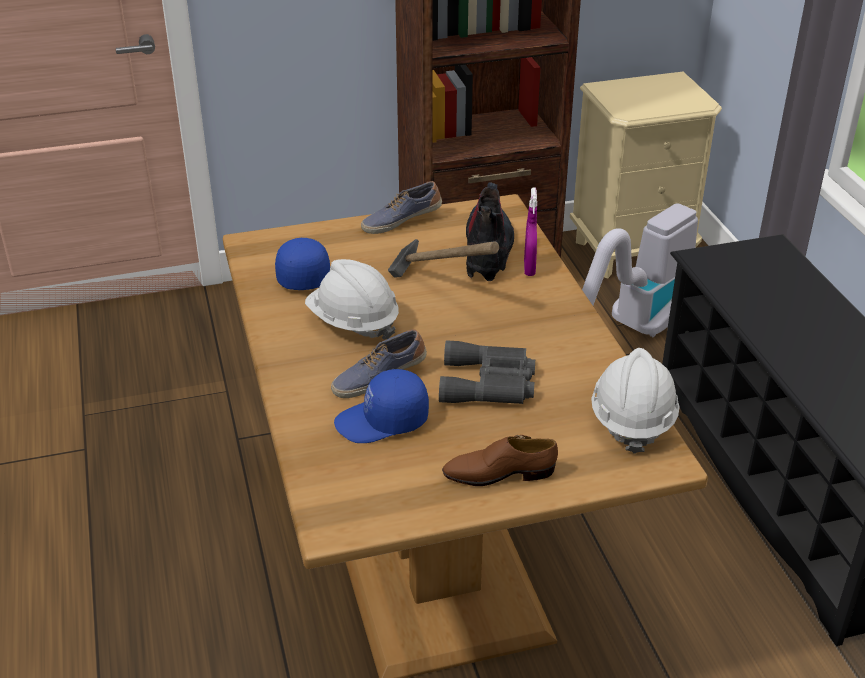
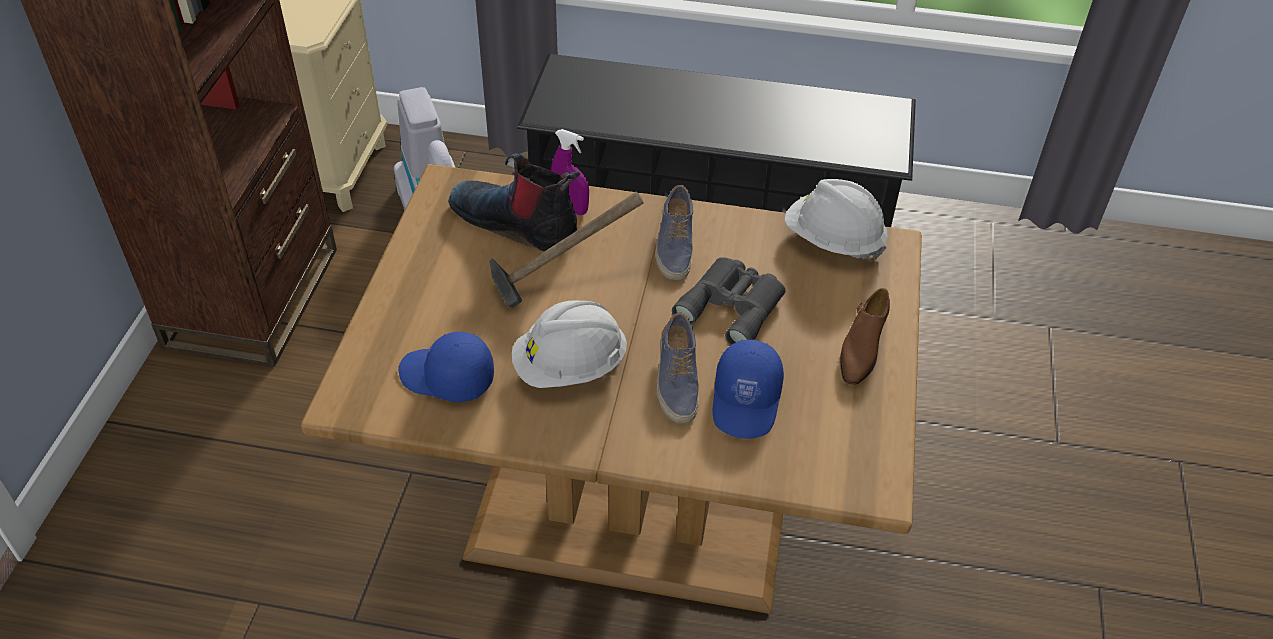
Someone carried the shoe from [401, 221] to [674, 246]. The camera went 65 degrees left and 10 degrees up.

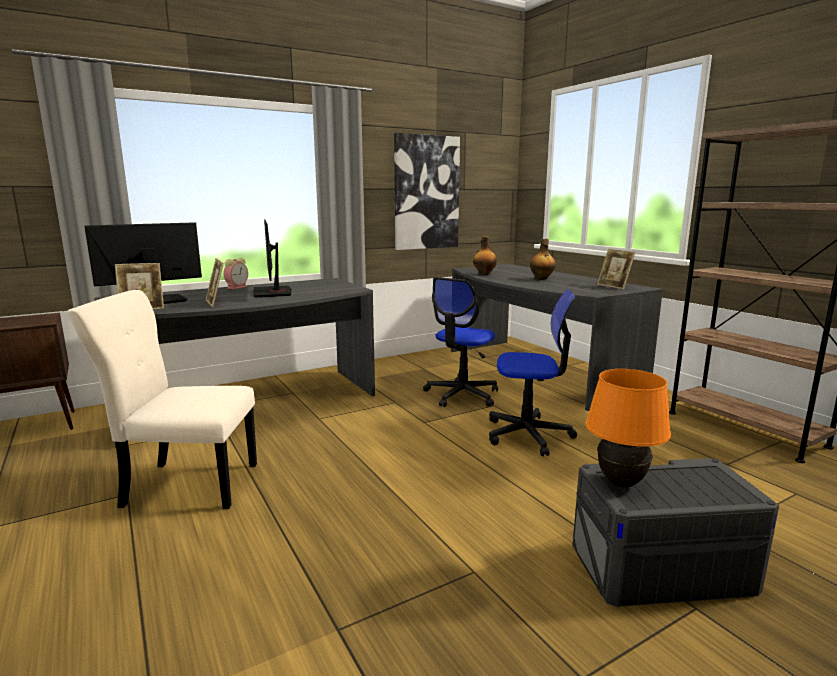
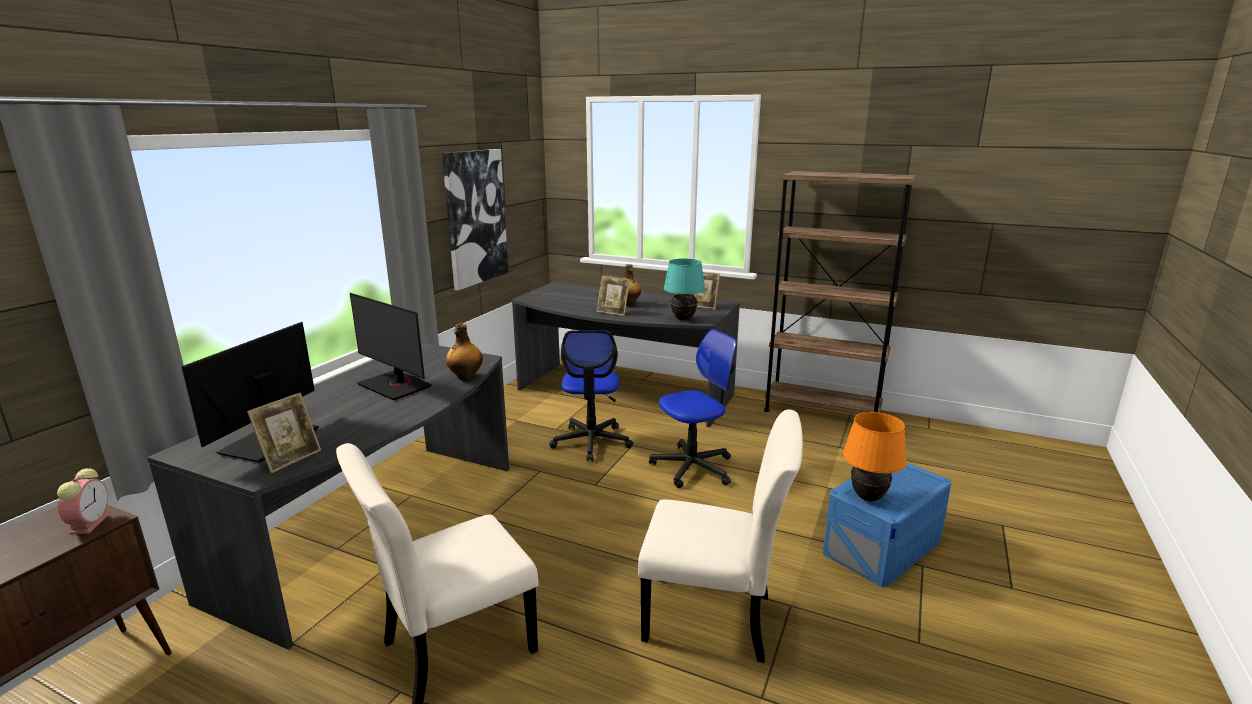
Someone carried the picture frame from [216, 303] to [613, 312]. Someone carried the alarm clock from [237, 287] to [90, 523]. Someone carried the bottle from [484, 274] to [465, 377]. Someone repainted the grey storage box at [661, 567], which became the blue storage box at [882, 546]. Someone put down the beige chair at [714, 619]. Someone put down the turquoise table lamp at [683, 319]. The camera went 35 degrees left and 5 degrees up.

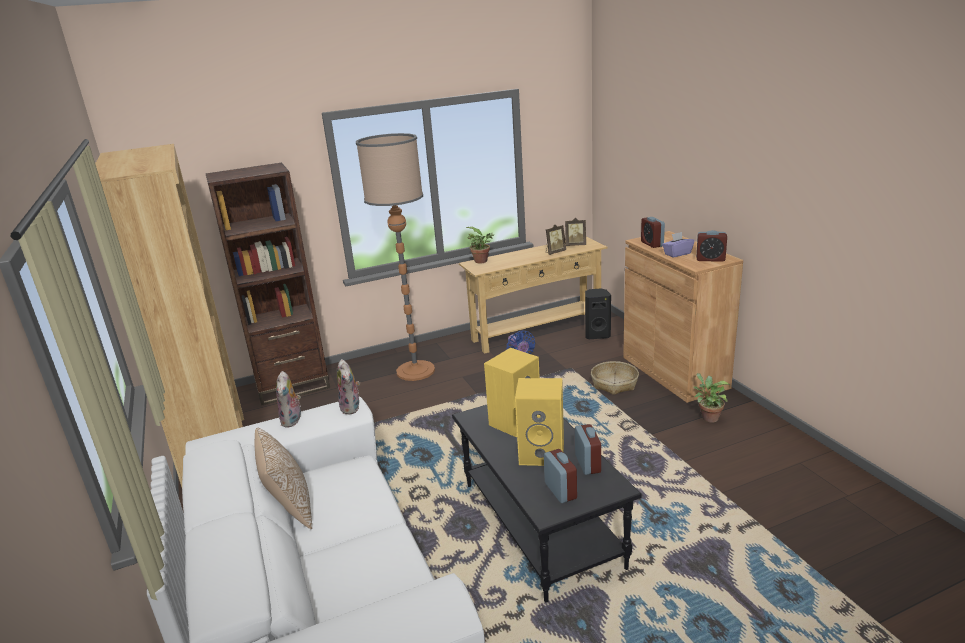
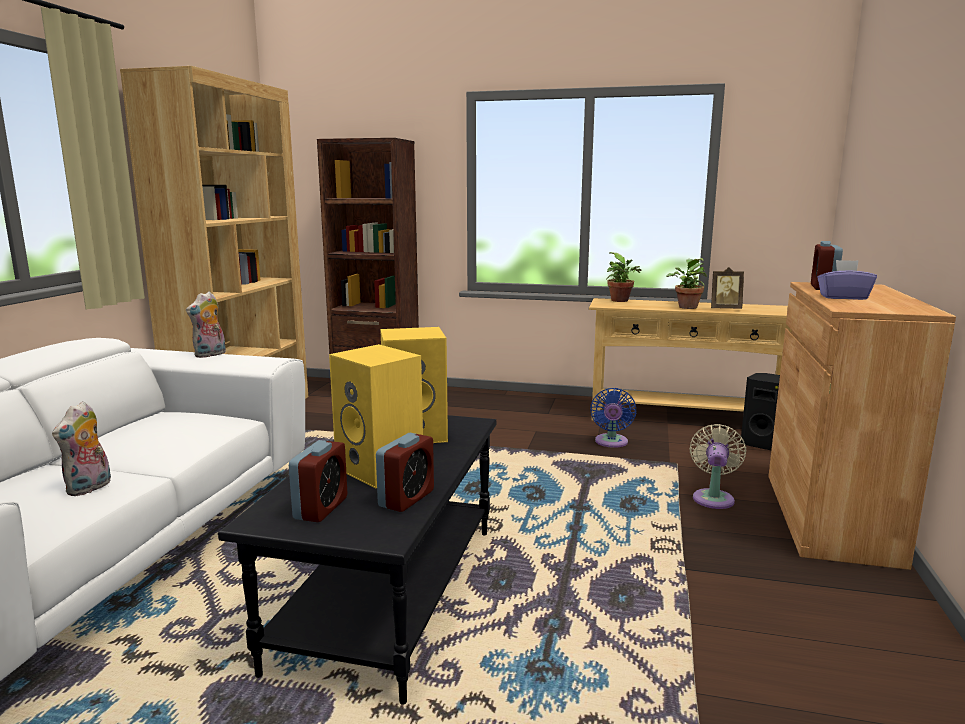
Someone took away the pillow at [290, 508]. Someone carried the plush toy from [352, 408] to [89, 488]. Someone took away the floor lamp at [416, 371]. Someone took away the picture frame at [575, 245]. Someone swapped the basket at [614, 384] for the beige fan at [713, 497]. Someone carried the potted plant from [708, 417] to [686, 307]. Someone took away the alarm clock at [710, 259]. The camera went 35 degrees right and 10 degrees down.

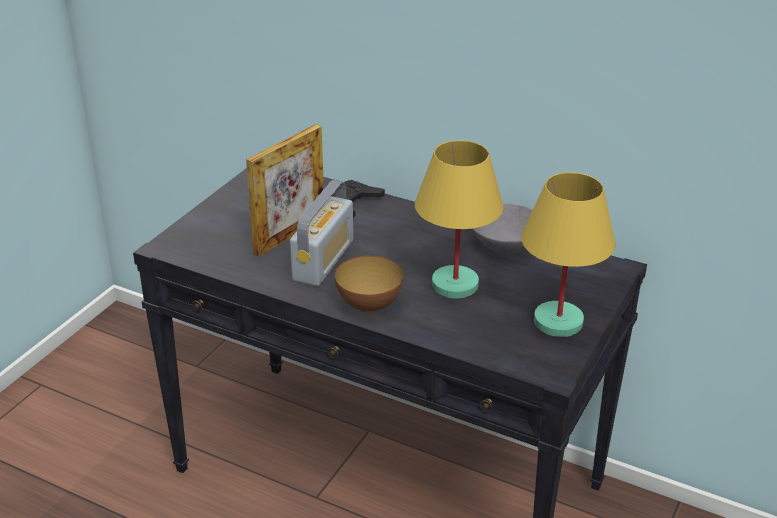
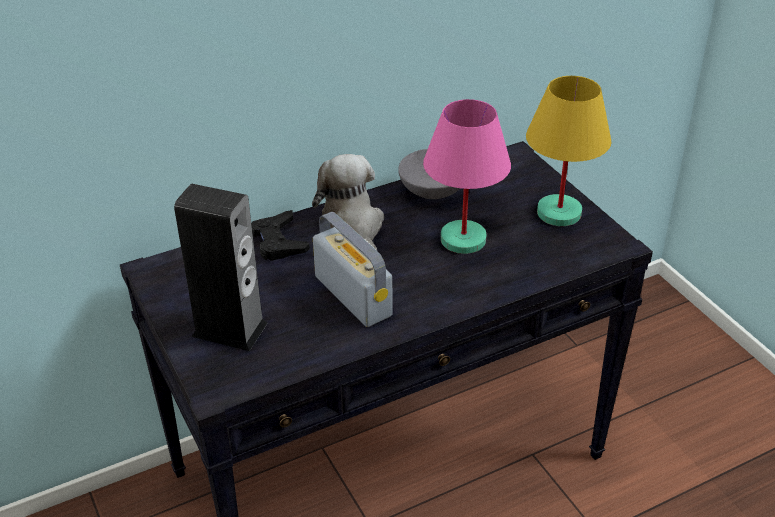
Someone took away the picture frame at [290, 235]. Someone took away the bowl at [369, 305]. Someone repainted the yellow table lamp at [453, 284], which became the pink table lamp at [462, 240]. Someone put down the speaker at [229, 329]. Someone put down the plush toy at [353, 227]. The camera went 55 degrees left and 5 degrees up.

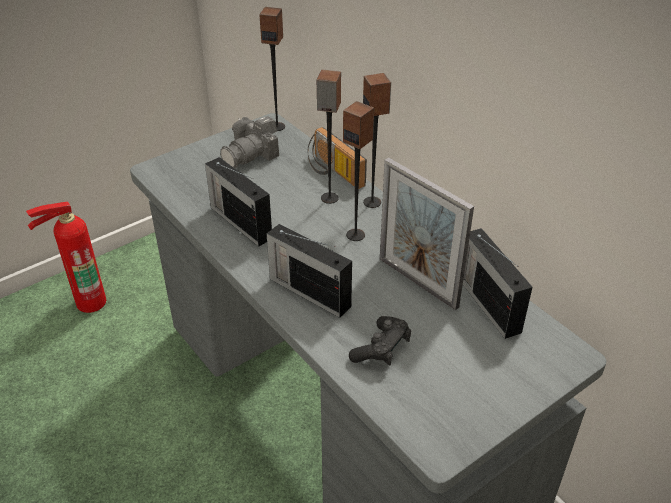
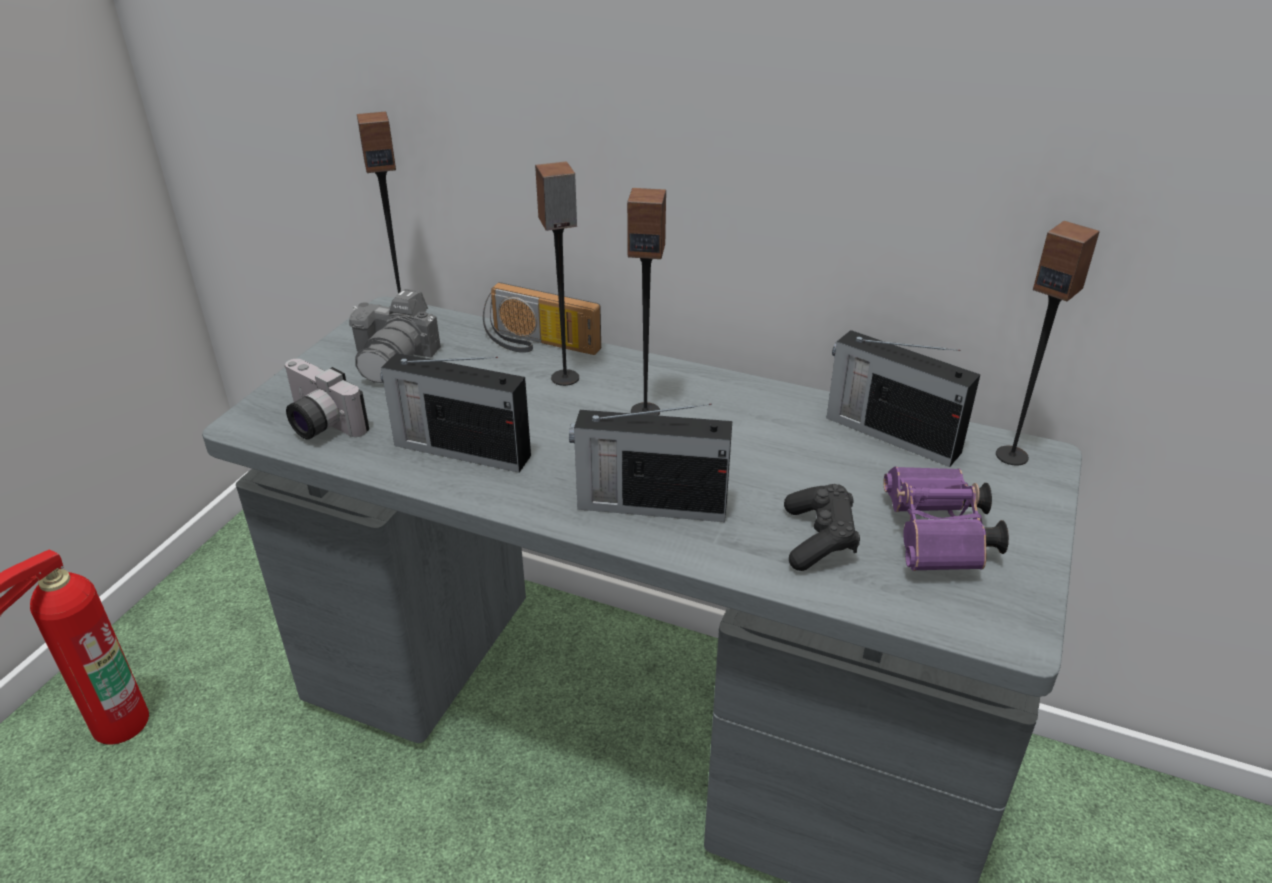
Someone carried the speaker from [372, 202] to [1012, 455]. Someone took away the picture frame at [417, 282]. Someone put down the photo camera at [318, 424]. Someone put down the purple binoculars at [937, 540]. The camera went 30 degrees left and 5 degrees down.

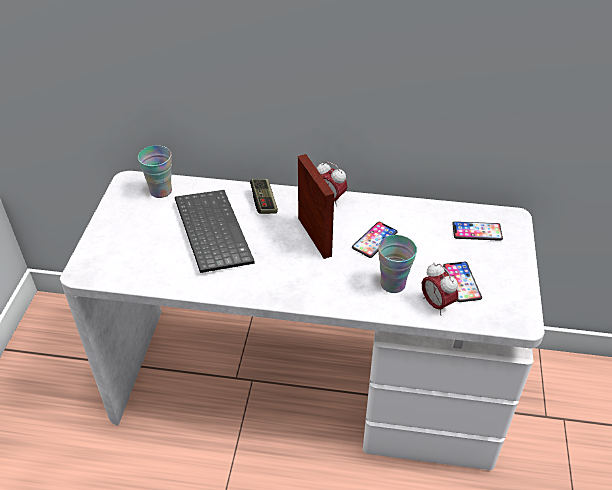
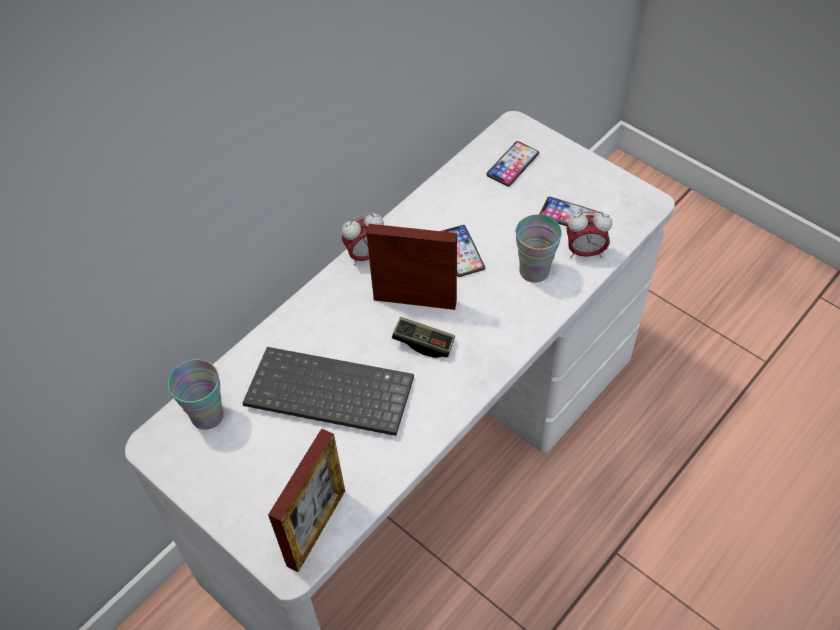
Someone carried the game controller from [264, 202] to [424, 343]. Someone put down the picture frame at [316, 528]. The camera went 55 degrees left and 10 degrees up.

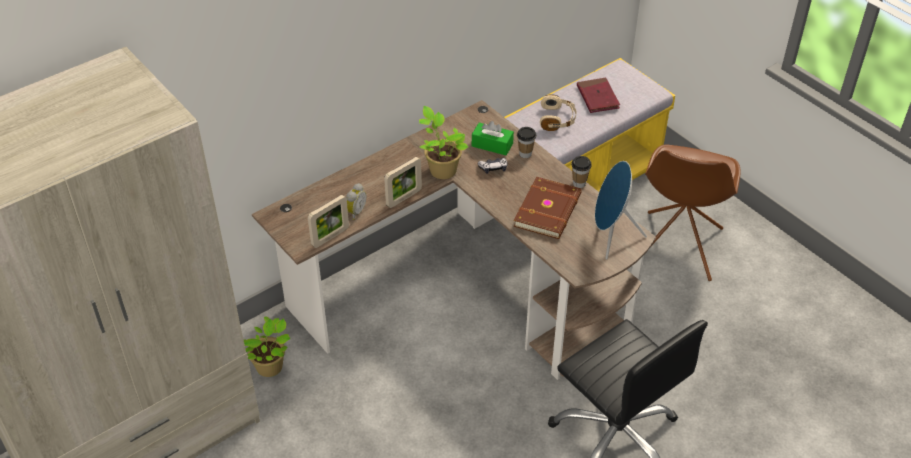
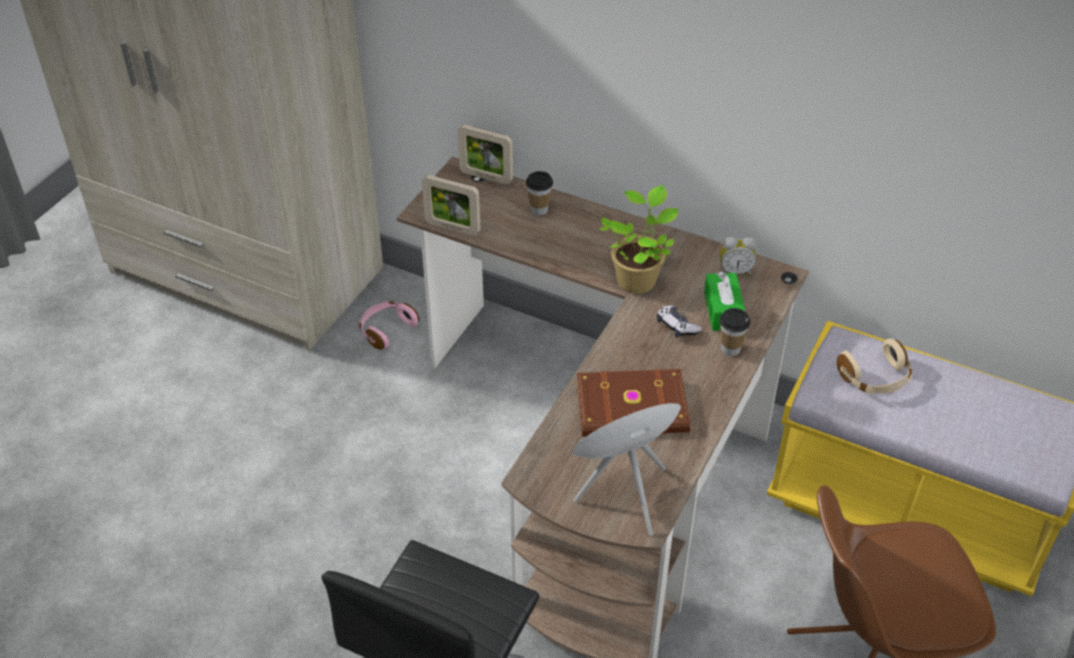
Someone swapped the potted plant at [271, 367] for the pink headphones at [386, 329]. Someone carried the alarm clock from [355, 212] to [735, 271]. Someone carried the picture frame from [404, 198] to [486, 177]. Someone carried the cup from [579, 183] to [539, 210]. Someone took away the red book at [597, 97]. The camera went 65 degrees right and 0 degrees up.

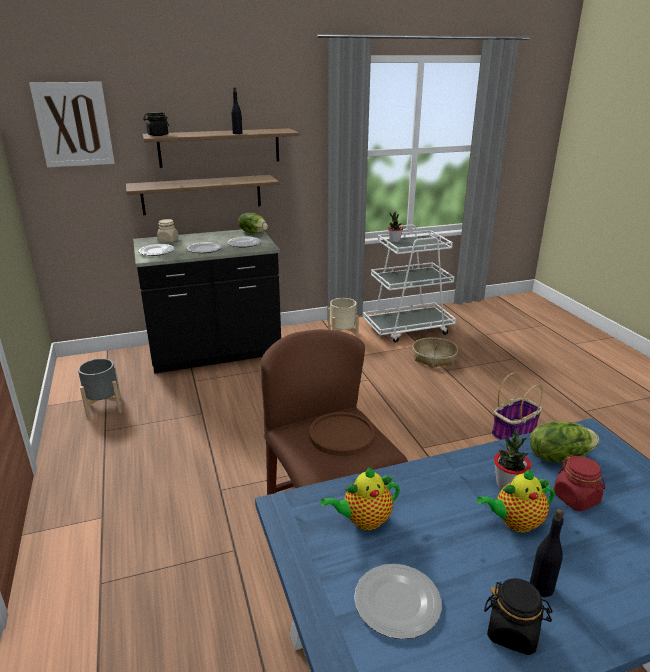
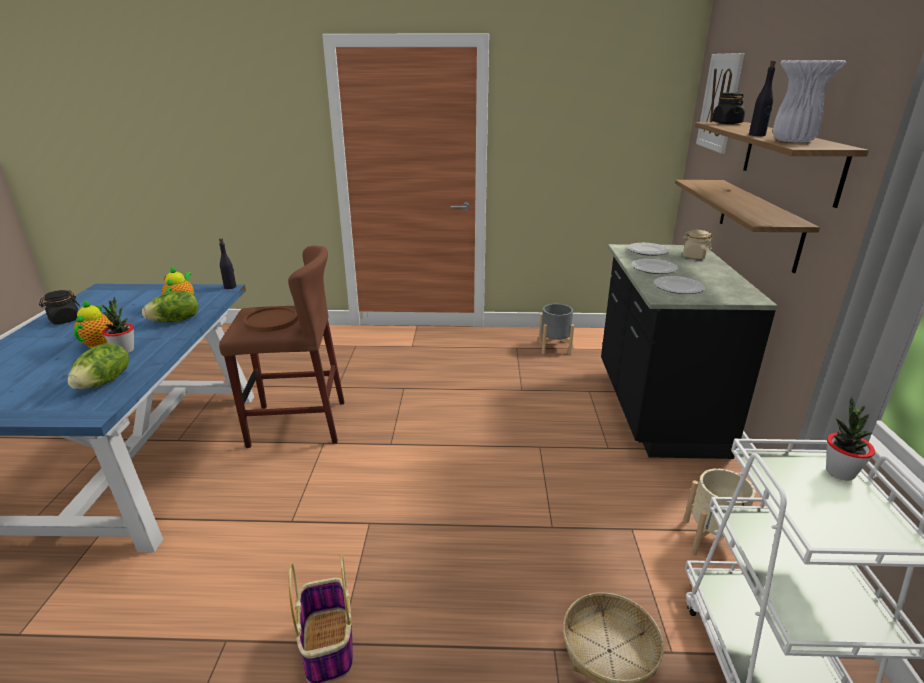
Someone carried the lettuce from [253, 232] to [176, 321]. Someone took away the plate at [398, 603]. Someone carried the black bottle from [541, 587] to [230, 287]. Someone took away the red jar at [576, 498]. Someone put down the white vase at [792, 141]. The camera went 110 degrees right and 0 degrees up.

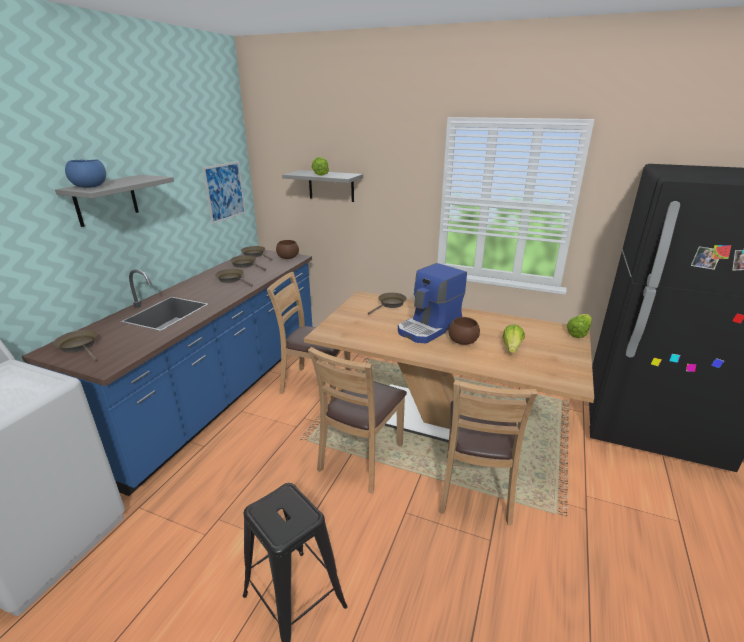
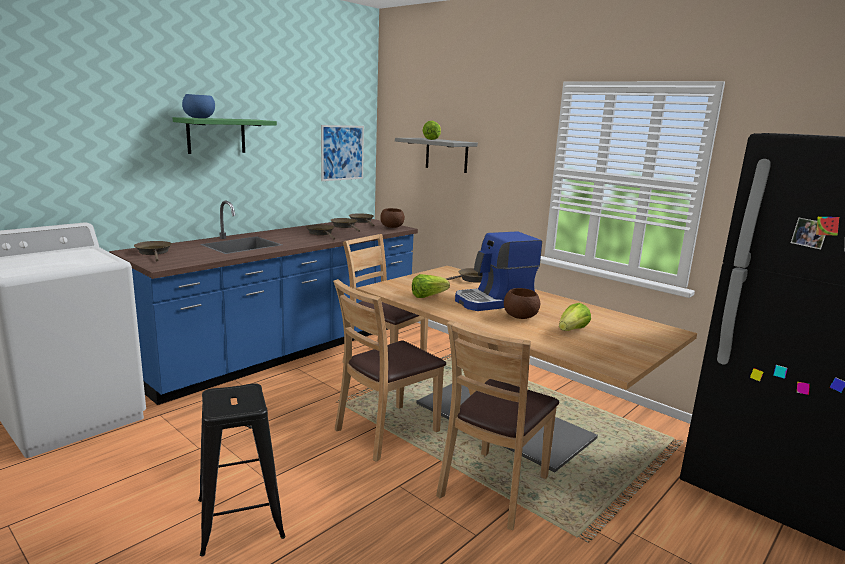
Someone repainted the grey shelf at [106, 200], which became the green shelf at [216, 135]. Someone carried the lettuce from [578, 333] to [428, 296]. The camera went 20 degrees right and 10 degrees down.

